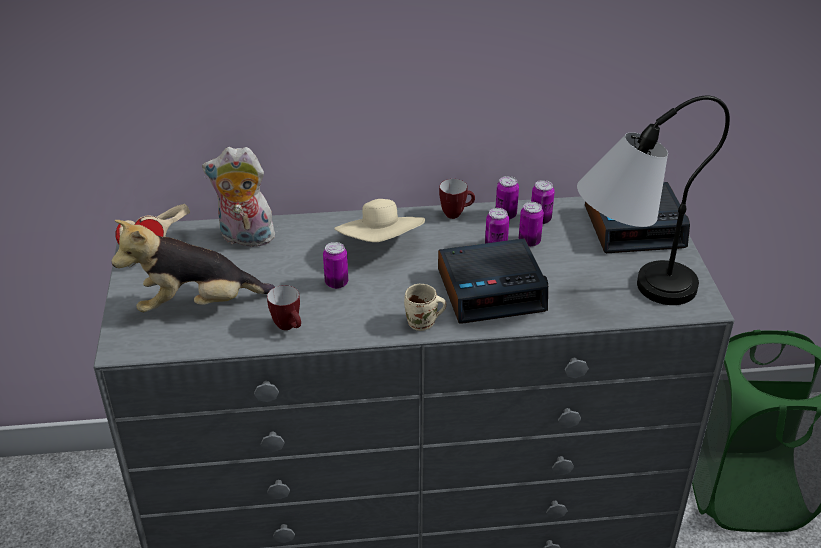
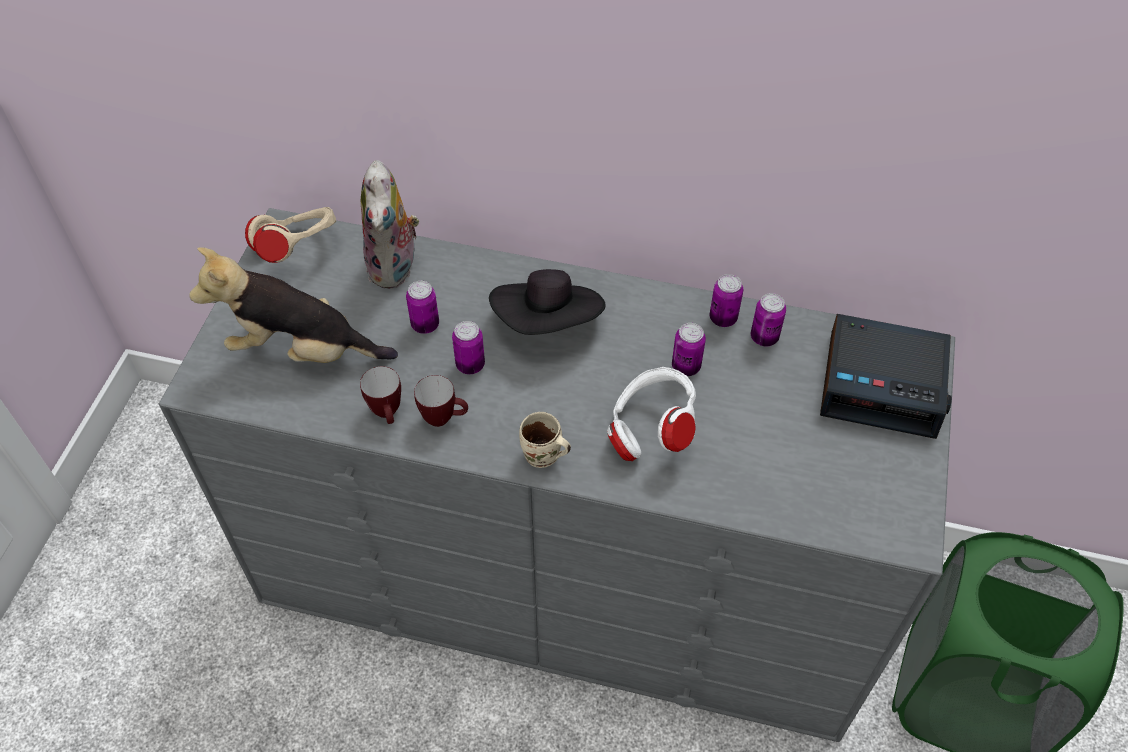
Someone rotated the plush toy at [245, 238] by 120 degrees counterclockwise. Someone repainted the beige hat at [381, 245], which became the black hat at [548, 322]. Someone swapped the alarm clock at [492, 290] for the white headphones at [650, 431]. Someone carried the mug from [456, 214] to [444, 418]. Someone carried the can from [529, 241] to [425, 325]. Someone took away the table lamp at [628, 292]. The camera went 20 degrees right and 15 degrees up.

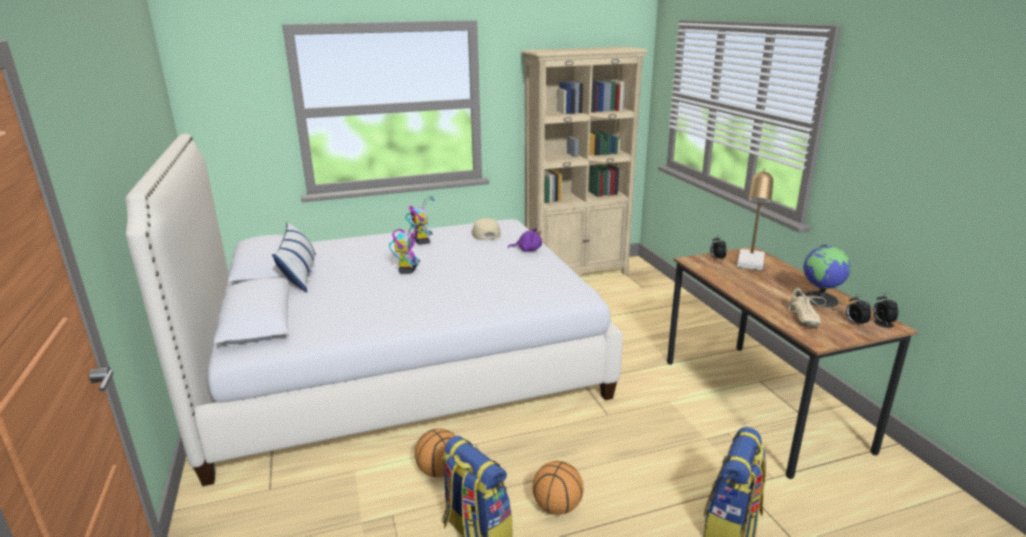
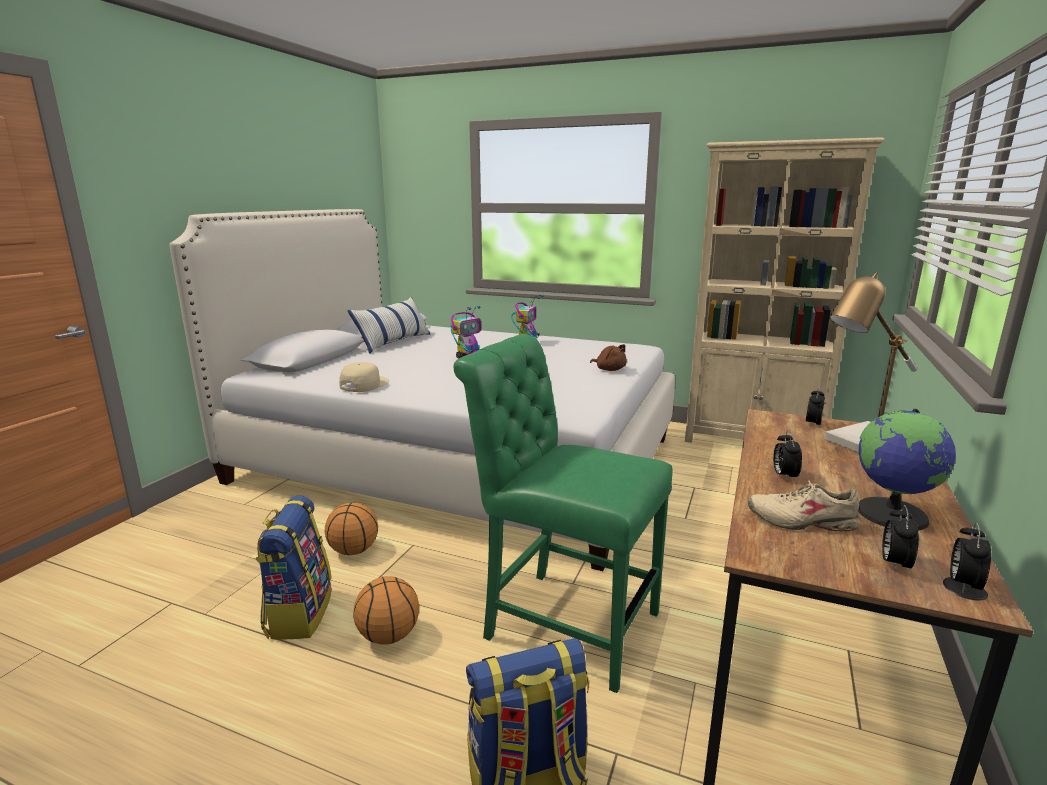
Someone carried the beige cap from [485, 234] to [363, 384]. Someone repainted the purple plush toy at [527, 250], which became the brown plush toy at [609, 369]. Someone rotated the beige shoe at [802, 317] by 60 degrees clockwise. Someone put down the green chair at [563, 621]. Someone put down the alarm clock at [784, 476]. The camera went 40 degrees right and 5 degrees down.

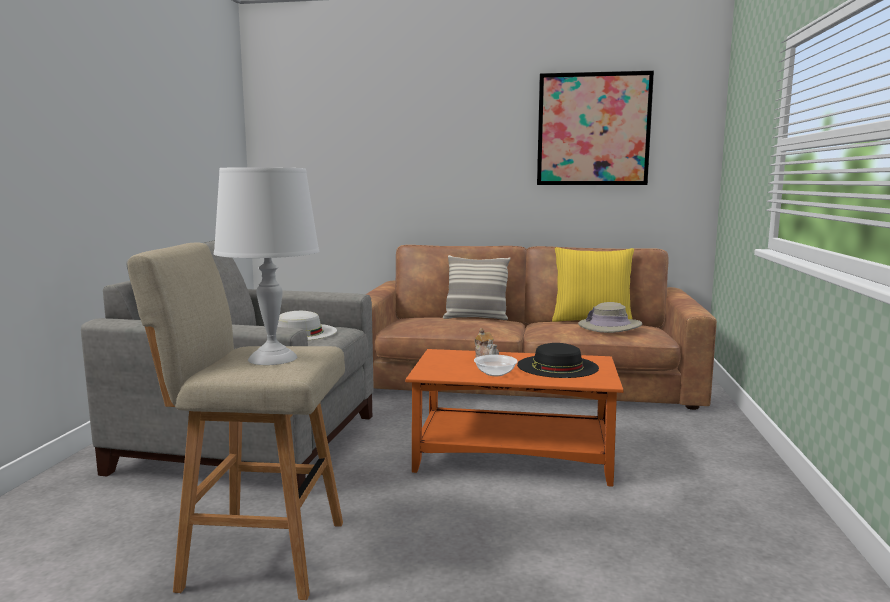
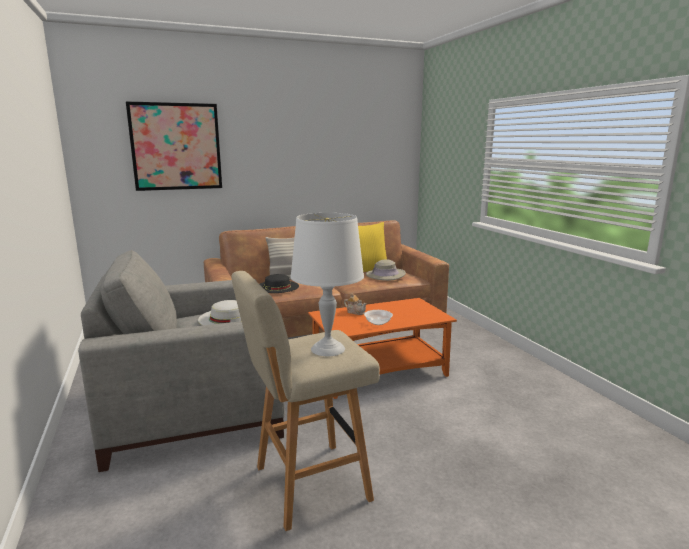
Someone carried the black hat from [557, 366] to [277, 286]. Someone carried the picture from [593, 129] to [176, 147]. The camera went 30 degrees left and 5 degrees up.

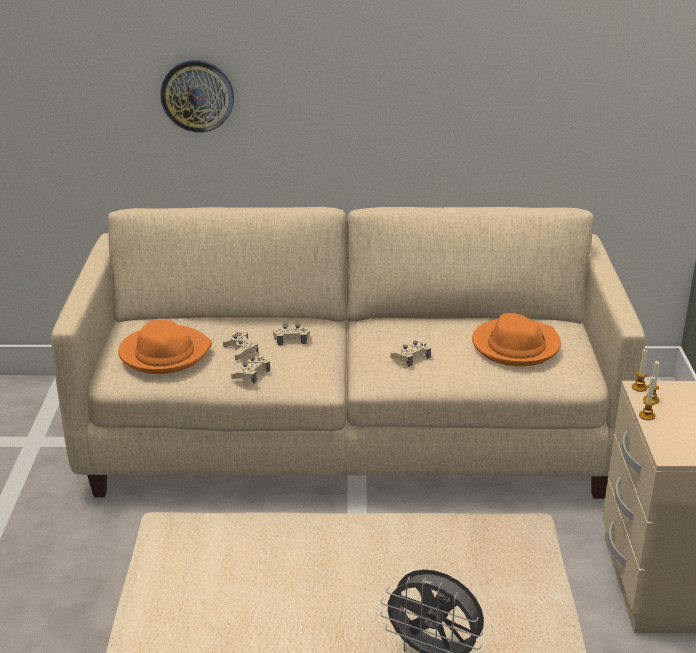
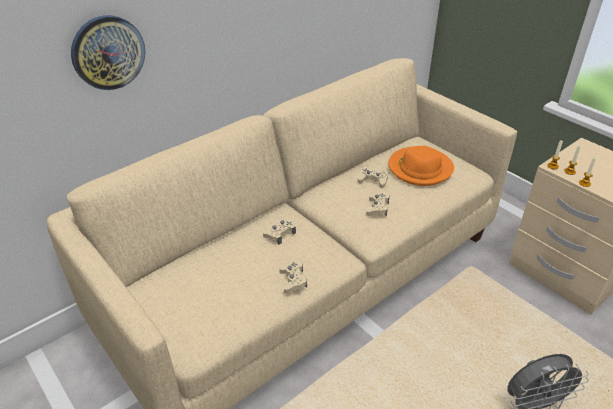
Someone took away the orange hat at [164, 353]. Someone carried the beige game controller from [240, 350] to [373, 180]. The camera went 40 degrees left and 10 degrees up.

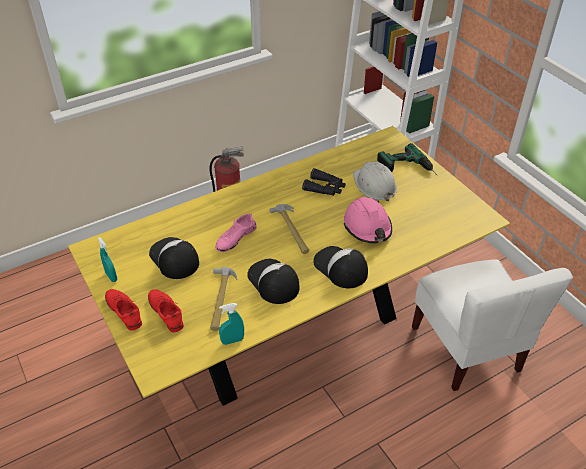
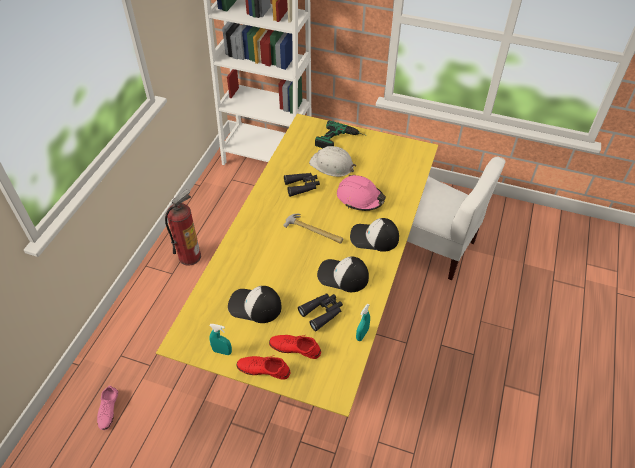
Someone swapped the hammer at [220, 300] for the black binoculars at [322, 312]. Someone carried the pink shoe from [235, 238] to [108, 409]. The camera went 40 degrees left and 5 degrees up.

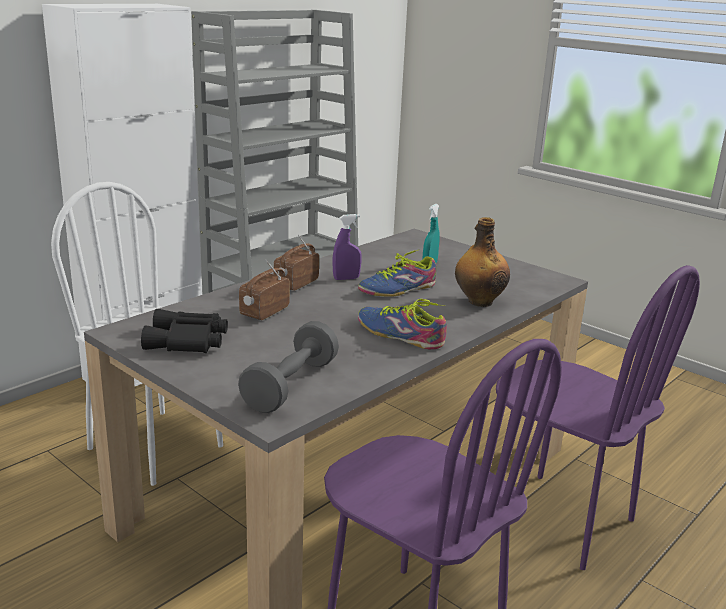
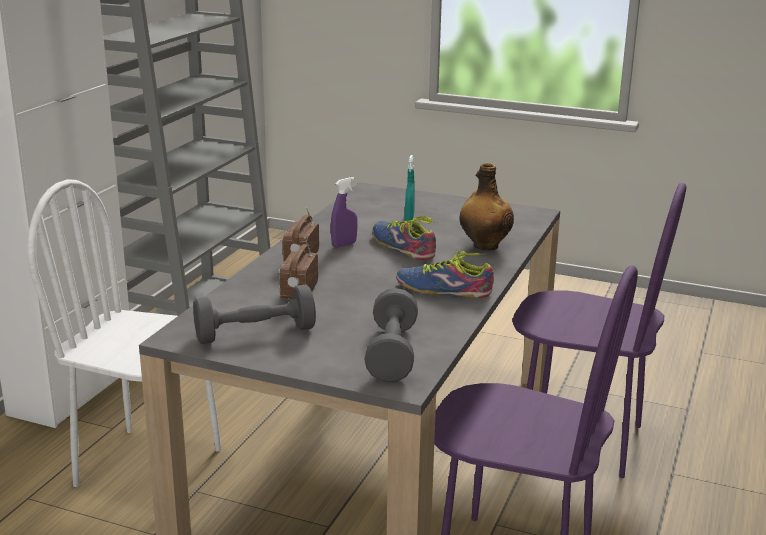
Someone swapped the black binoculars at [187, 341] for the grey dumbbell at [255, 334]. Someone rotated the shoe at [398, 289] by 105 degrees clockwise. The camera went 20 degrees left and 0 degrees up.

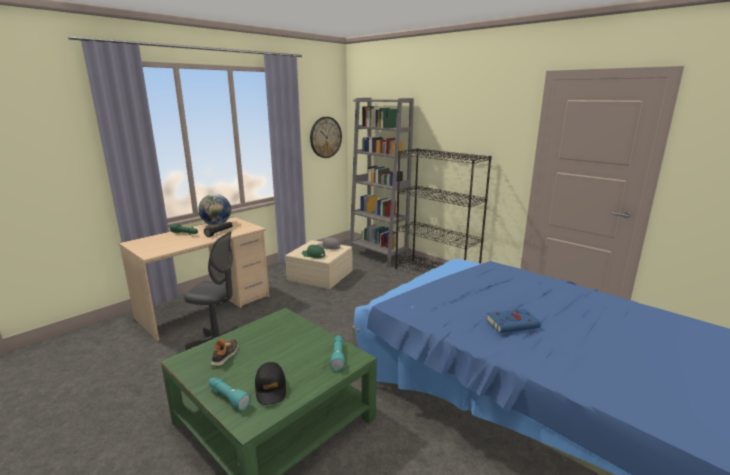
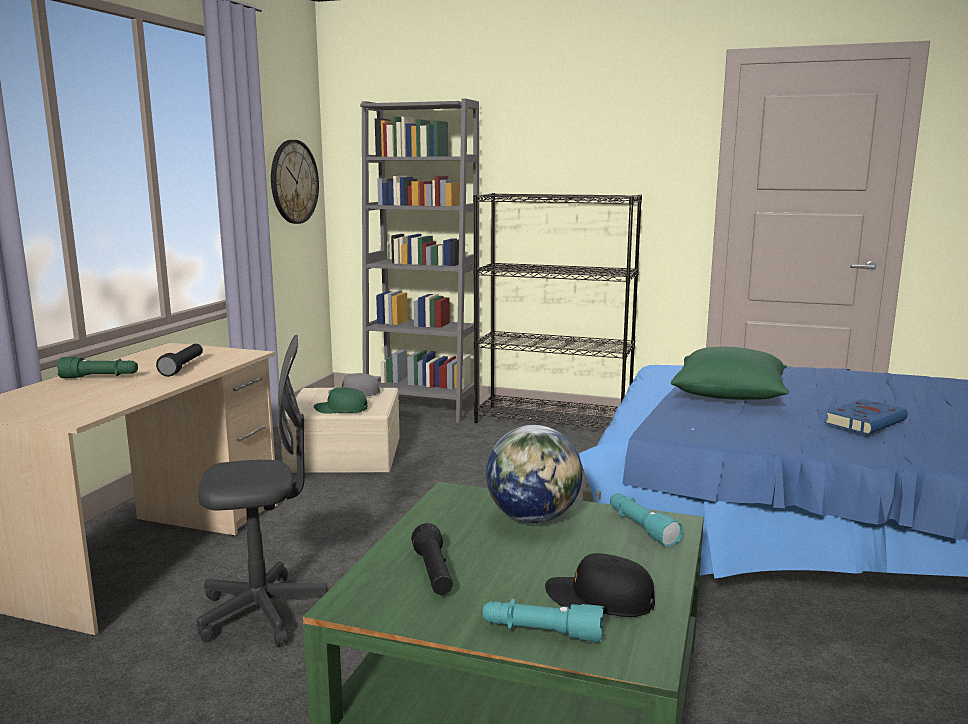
Someone carried the globe from [216, 224] to [533, 518]. Someone swapped the shoe at [225, 355] for the black flashlight at [434, 574]. Someone rotated the black cap at [271, 388] by 150 degrees clockwise. Someone put down the green pillow at [730, 396]. The camera went 25 degrees left and 5 degrees down.

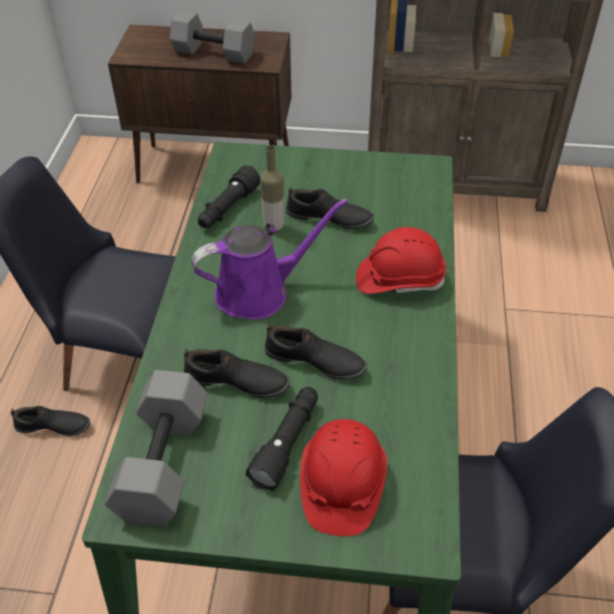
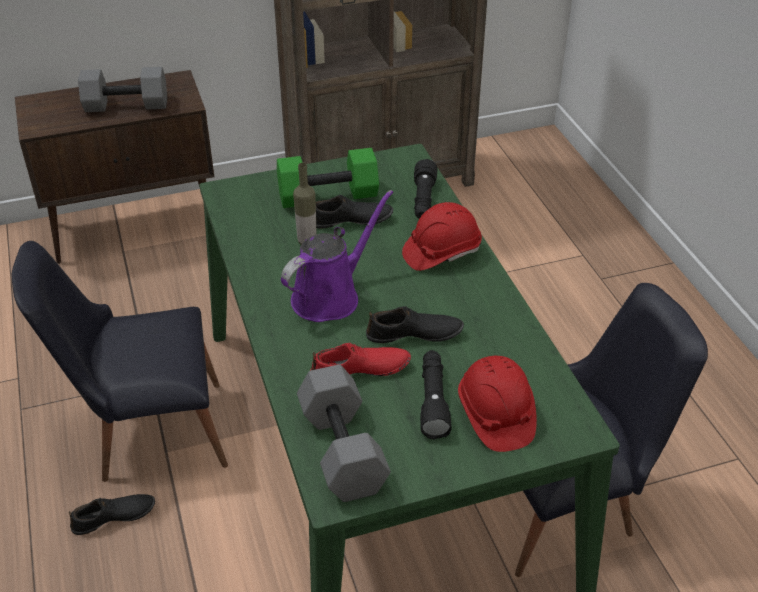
Someone repainted the black shoe at [236, 382], which became the red shoe at [360, 370]. Someone carried the black flashlight from [228, 208] to [423, 200]. Someone put down the green dumbbell at [328, 194]. The camera went 25 degrees left and 5 degrees down.

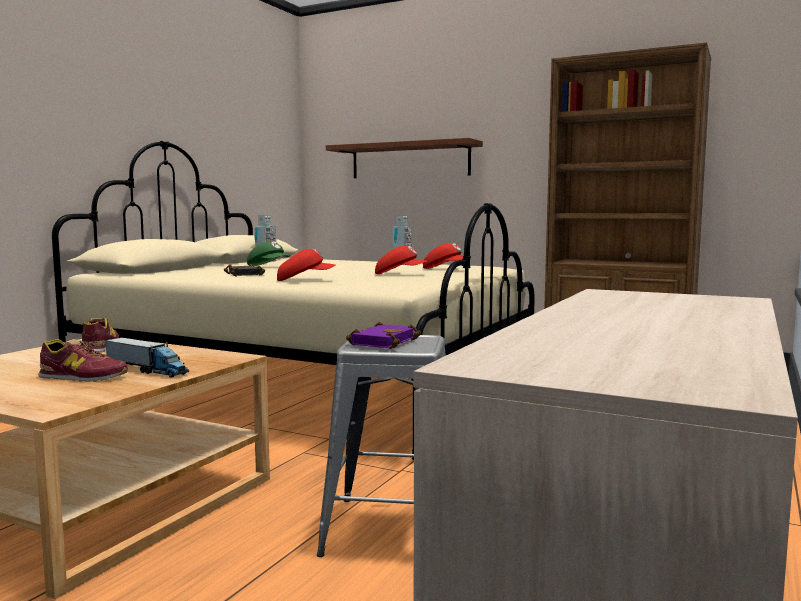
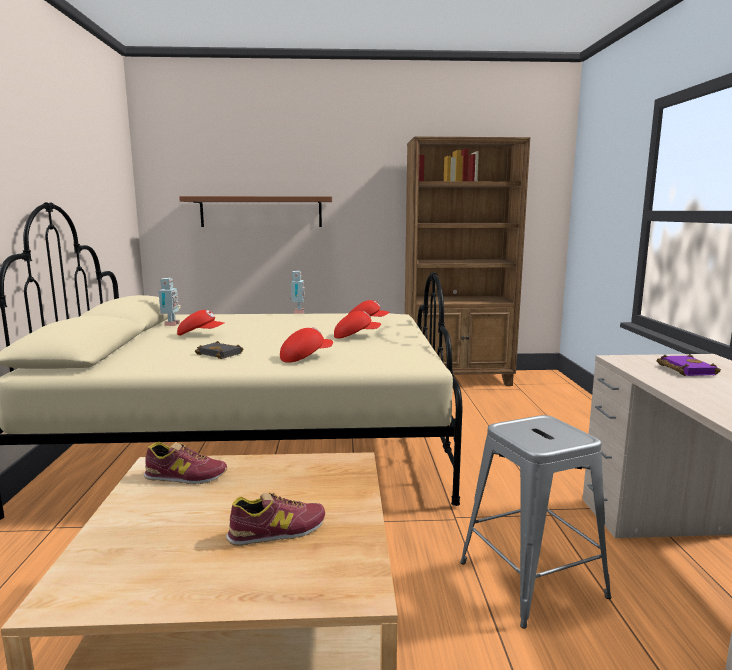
Someone rotated the shoe at [100, 346] by 135 degrees clockwise. Someone took away the toy truck at [147, 370]. Someone repainted the green cap at [268, 266], which became the red cap at [200, 335]. Someone carried the purple book from [382, 342] to [684, 369]. The camera went 30 degrees left and 5 degrees up.

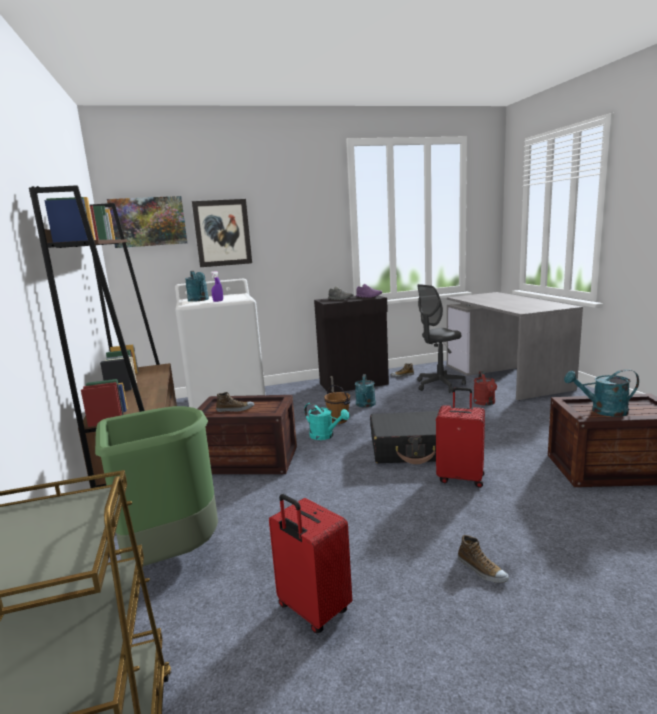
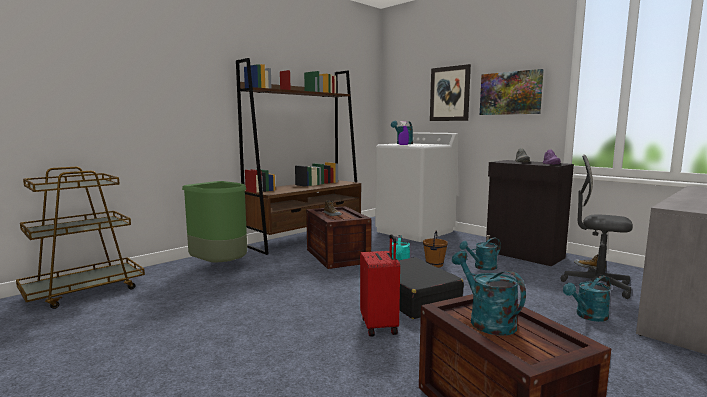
Someone carried the picture from [148, 222] to [510, 93]. Someone took away the red suitcase at [312, 610]. Someone took away the shoe at [481, 570]. Someone repainted the red watering can at [485, 403], which became the turquoise watering can at [588, 316]. The camera went 60 degrees right and 5 degrees down.

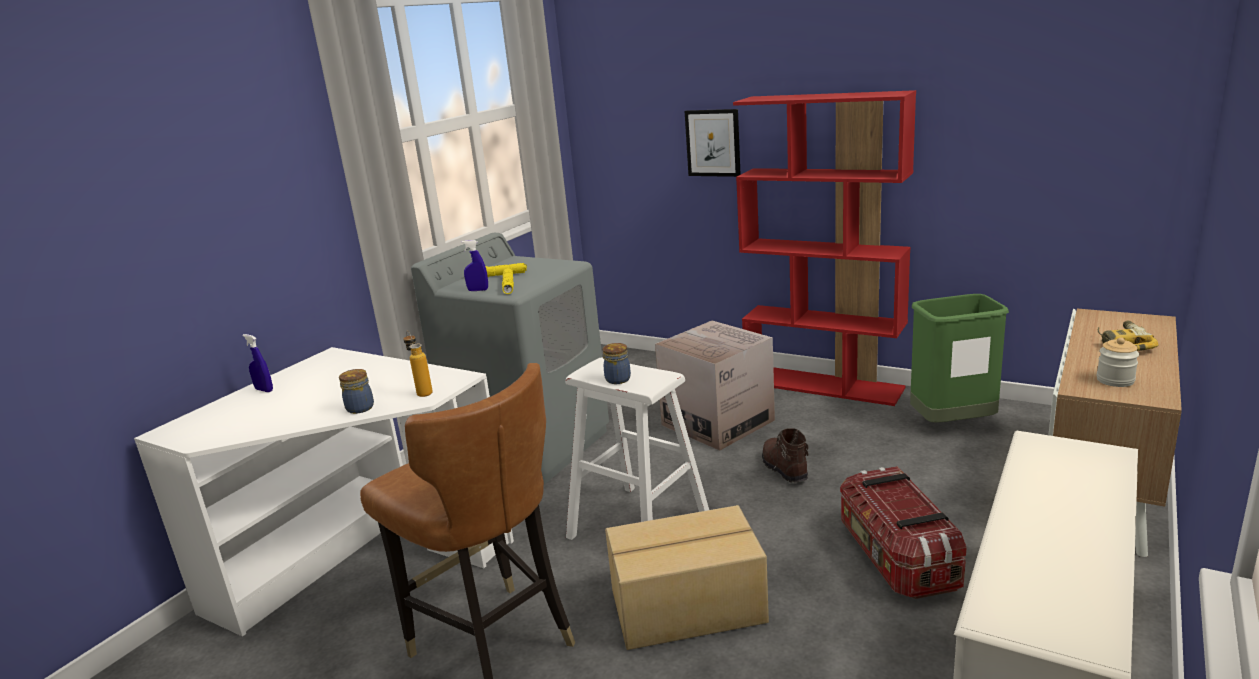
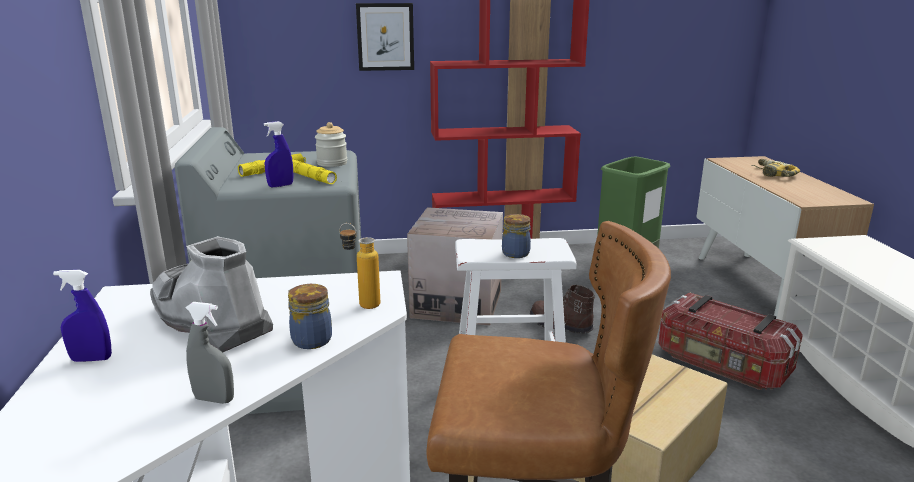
Someone carried the jar from [1115, 380] to [332, 163]. Someone put down the grey boot at [209, 321]. Someone put down the grey spray bottle at [214, 399]. The camera went 40 degrees left and 0 degrees up.

